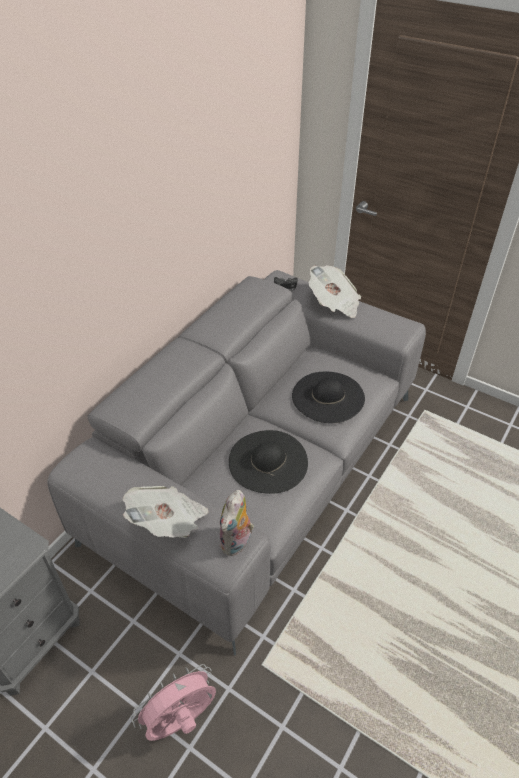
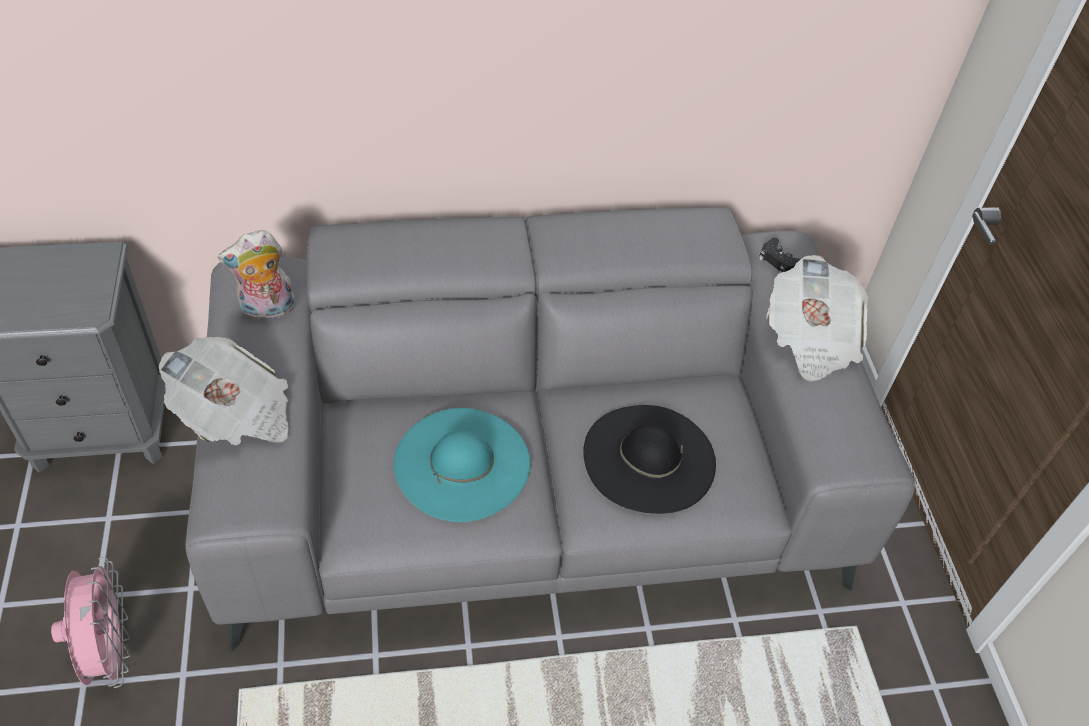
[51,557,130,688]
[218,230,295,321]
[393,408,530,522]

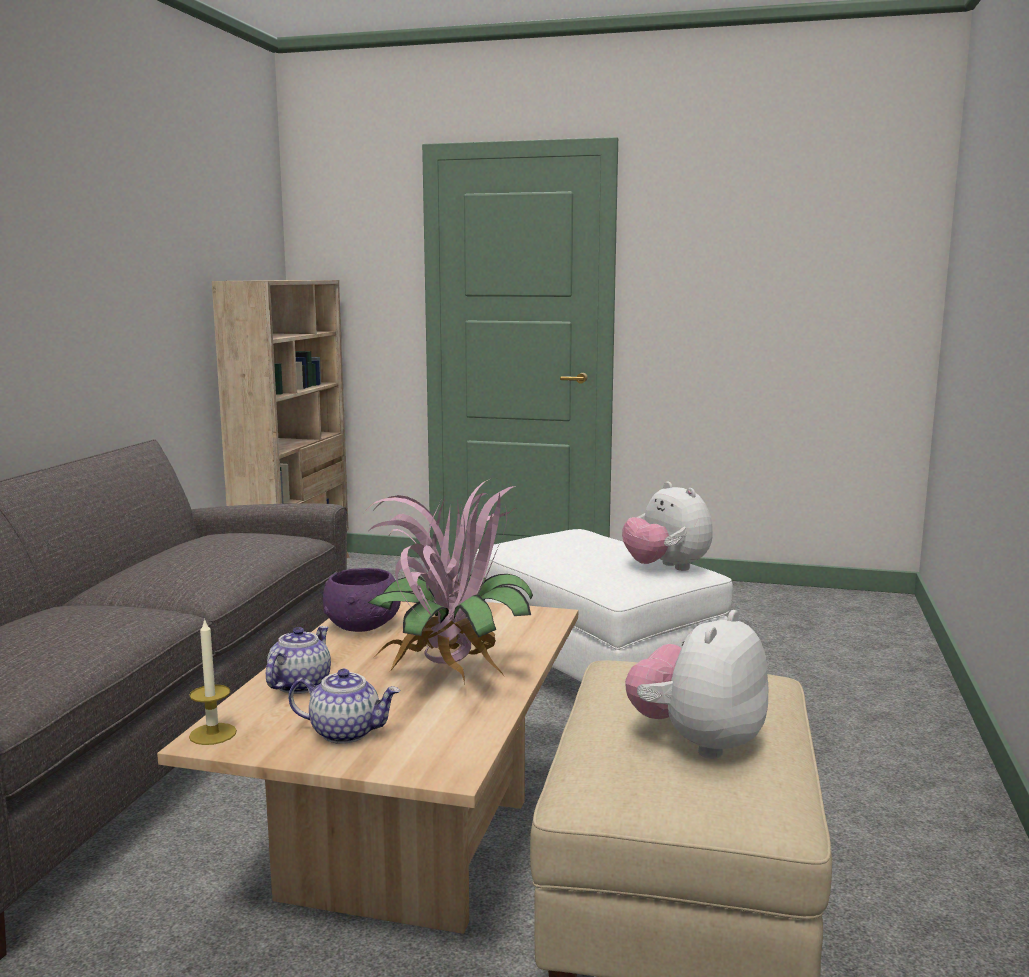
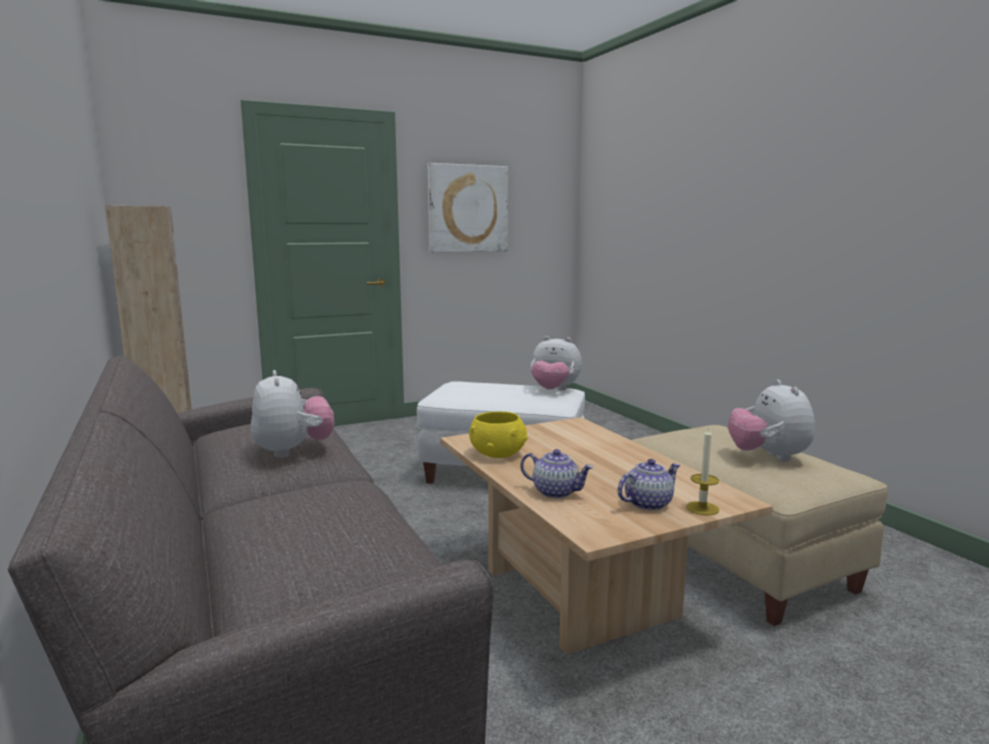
[251,370,334,458]
[428,163,508,253]
[469,411,528,458]
[520,449,594,498]
[686,426,719,515]
[364,479,533,683] (first image)

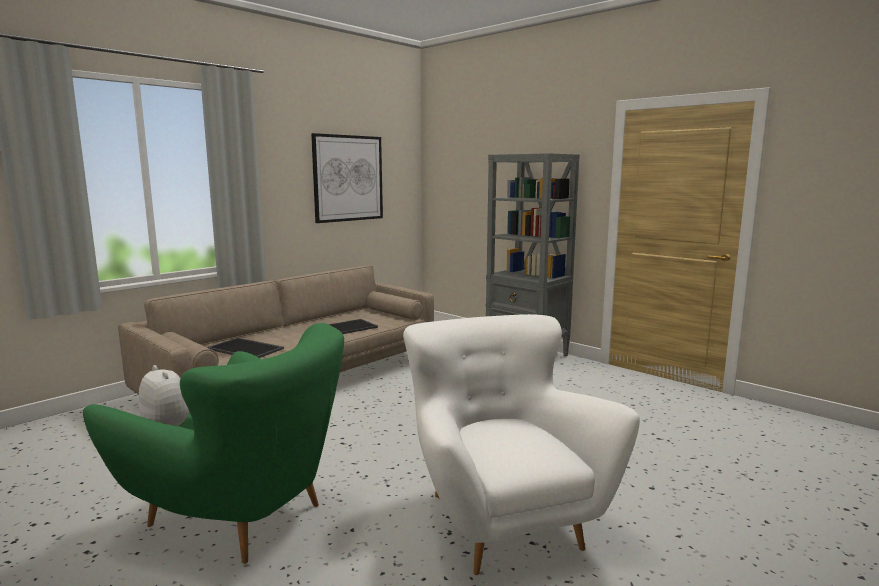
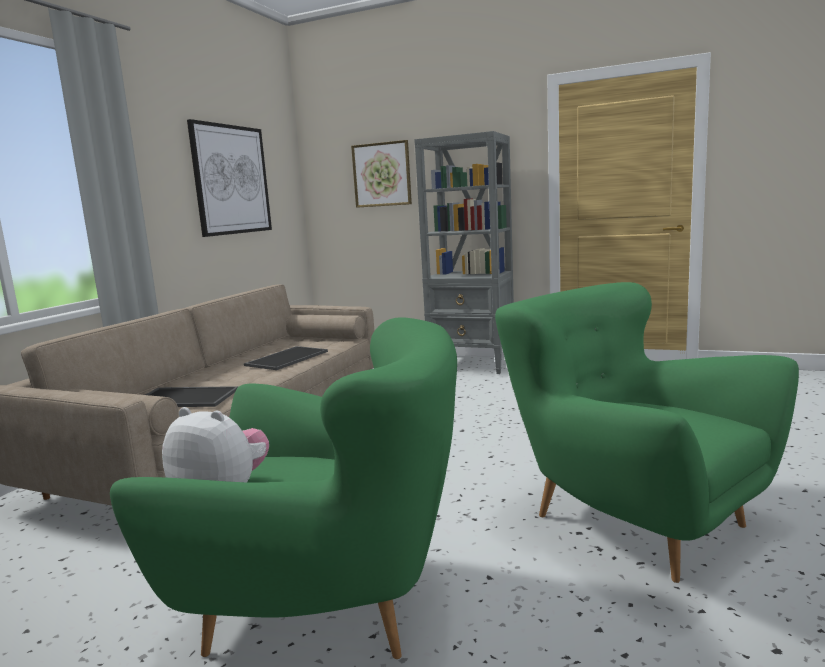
[351,140,412,208]
[495,282,799,583]

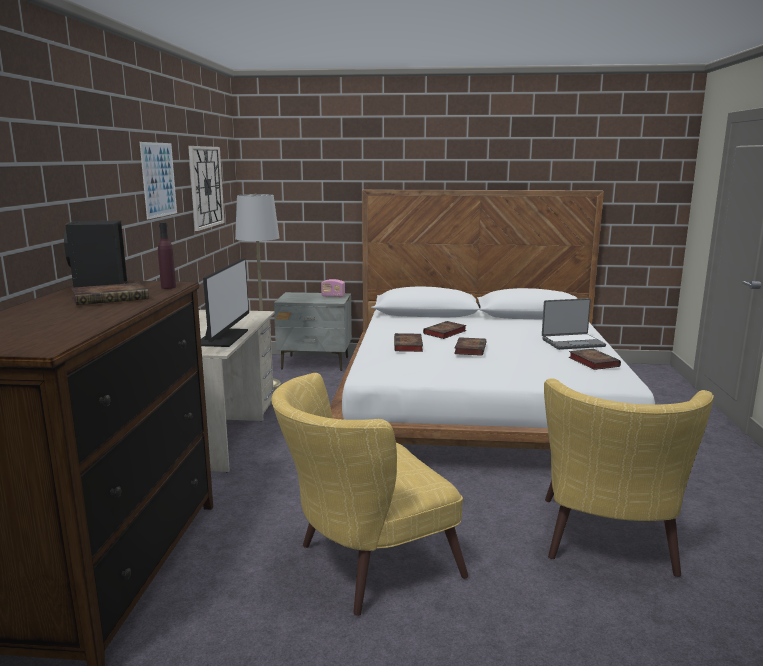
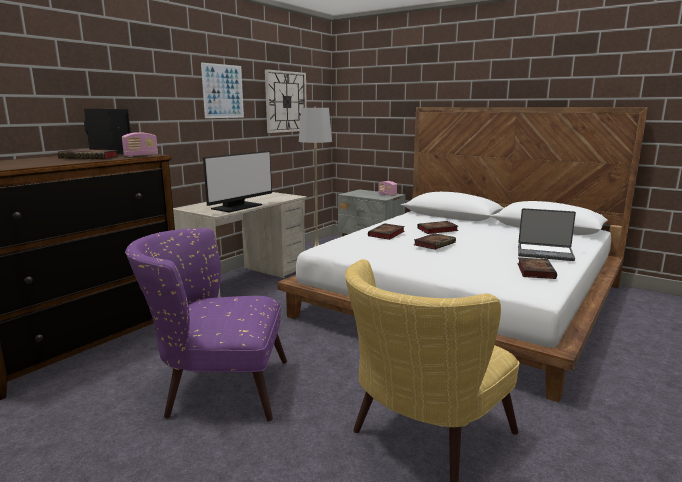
[122,132,158,157]
[125,228,287,421]

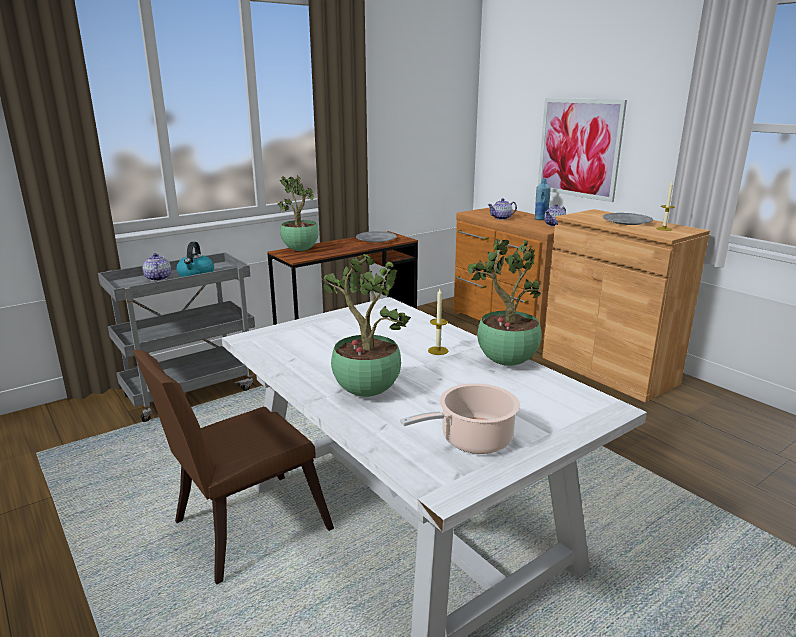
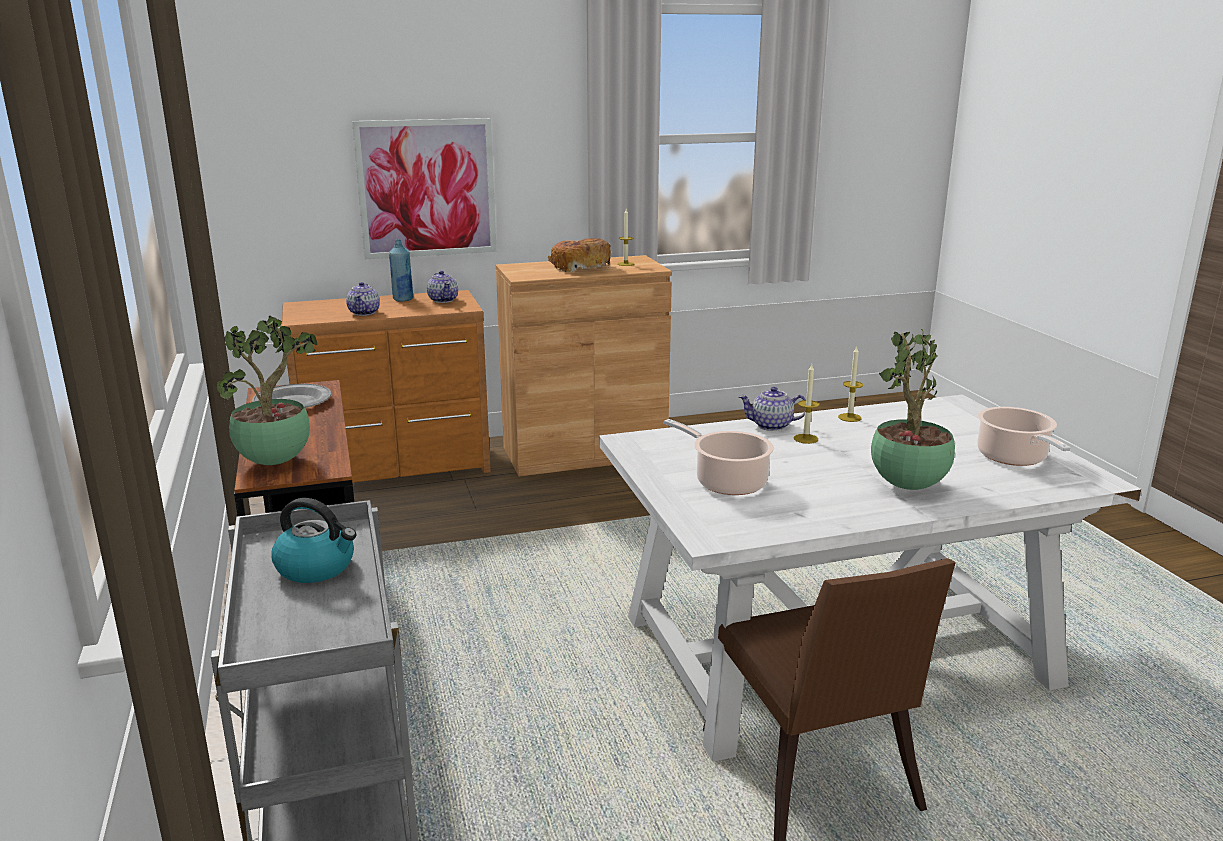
[548,238,611,272]
[664,419,774,495]
[738,387,806,431]
[838,346,863,422]

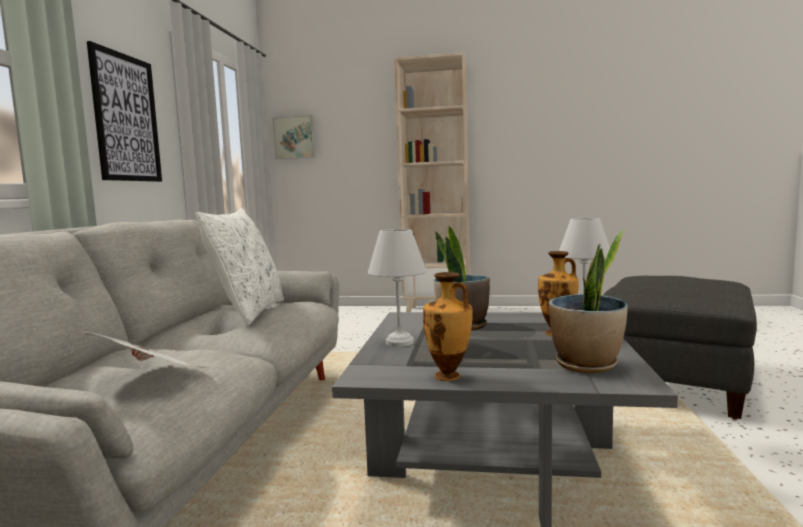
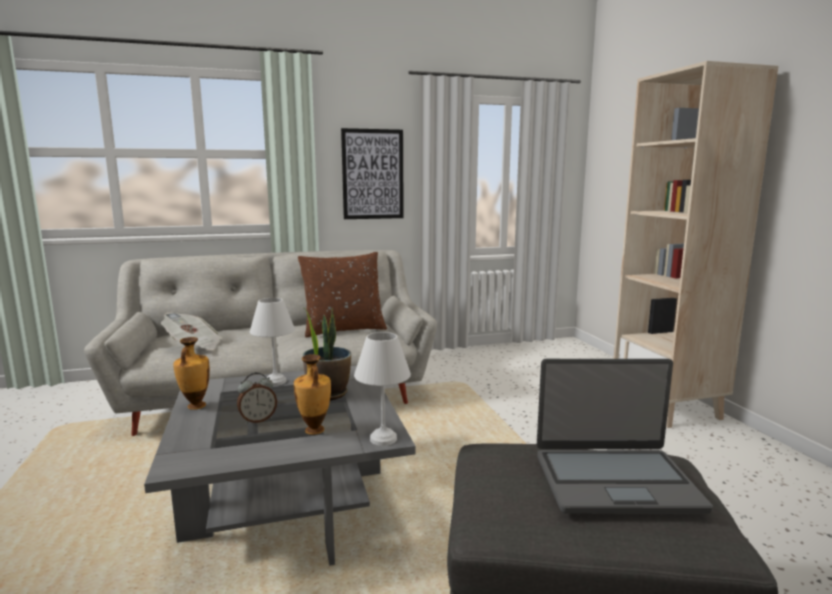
[237,372,277,424]
[298,252,387,337]
[537,359,713,514]
[273,115,316,159] (first image)
[549,230,628,373] (first image)

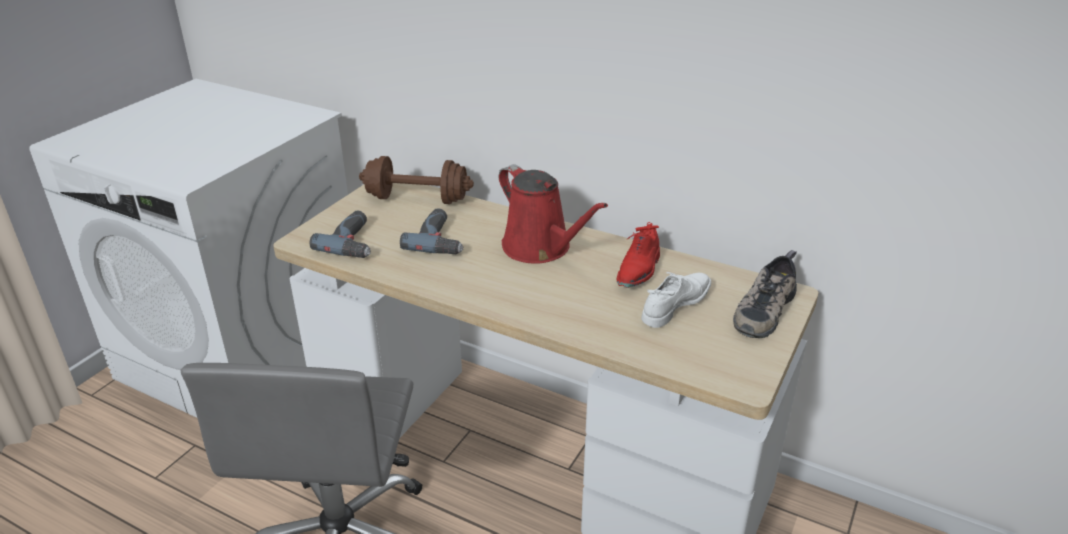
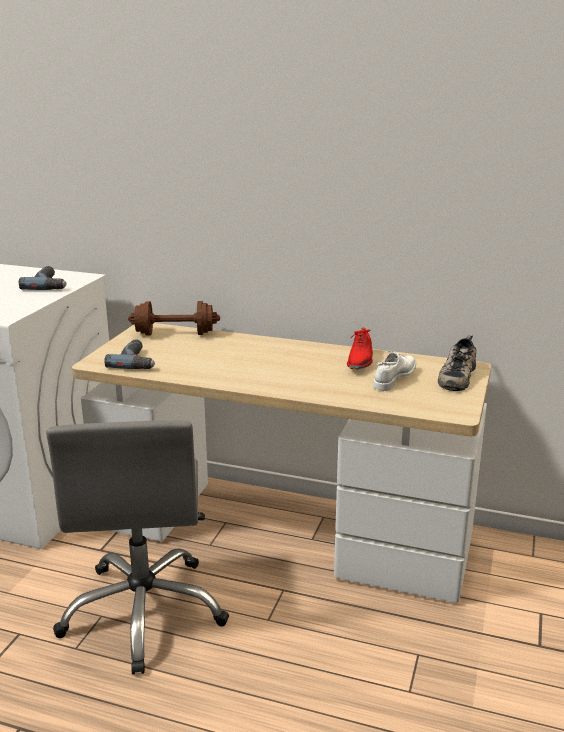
[19,266,67,290]
[499,164,608,263] (first image)

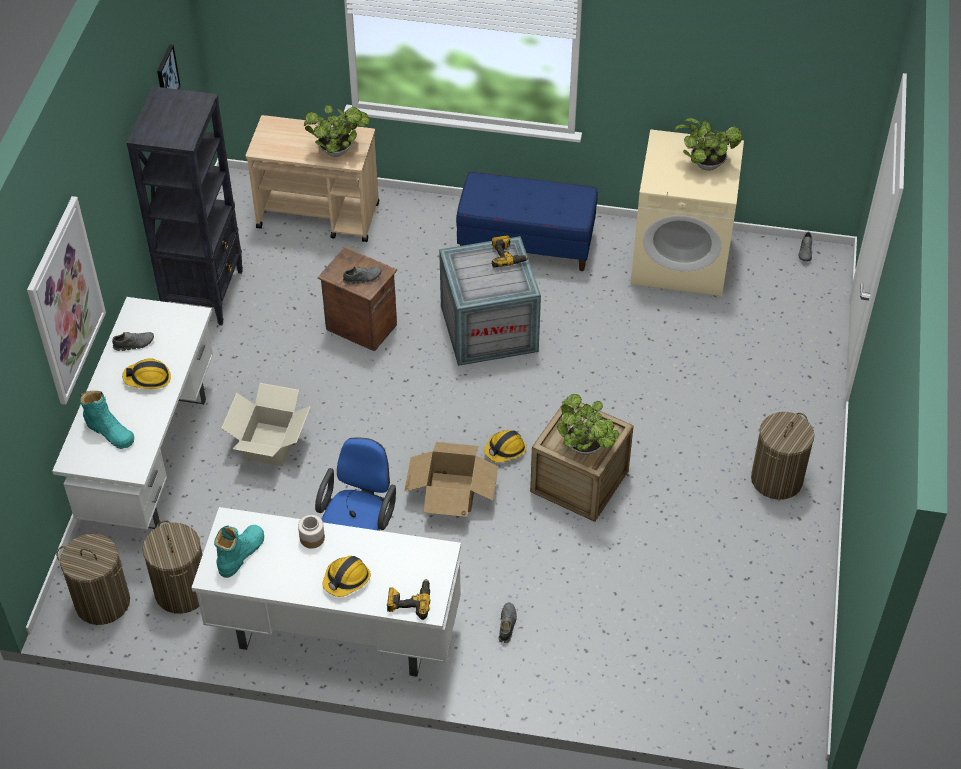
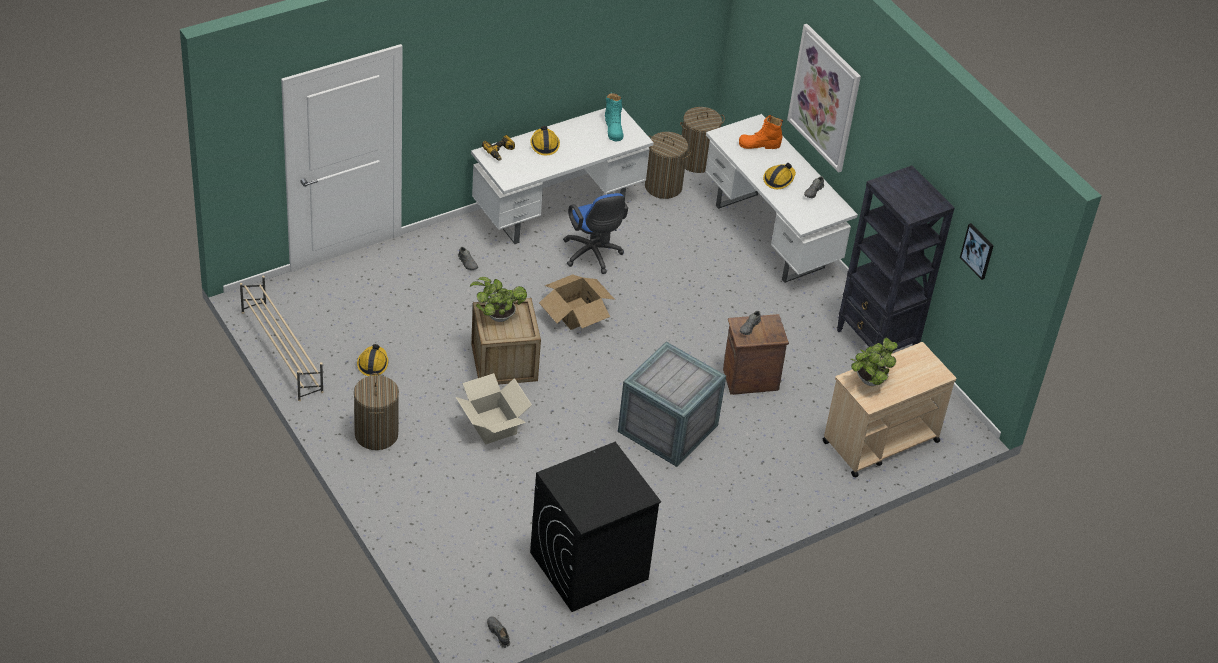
[240,276,324,401]
[357,344,389,376]
[456,373,532,445]
[530,442,661,612]
[739,115,783,149]
[298,515,325,549] (first image)
[456,172,598,271] (first image)
[492,236,529,267] (first image)
[675,118,743,171] (first image)

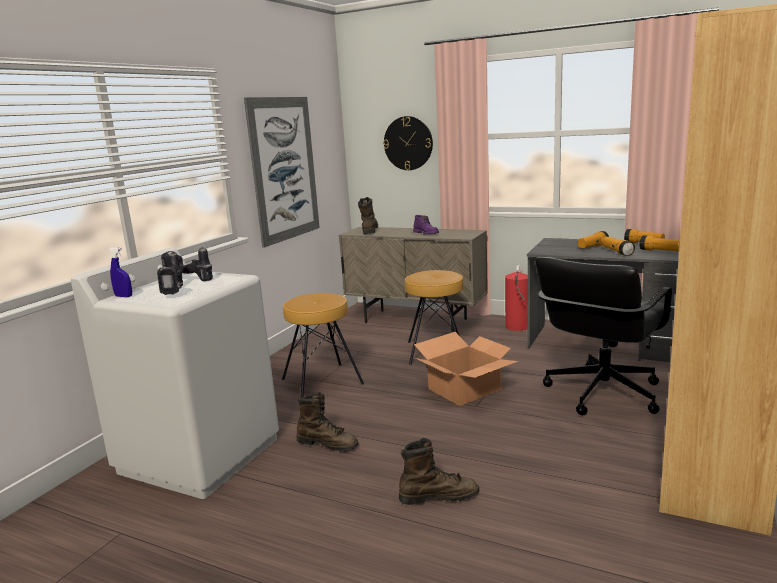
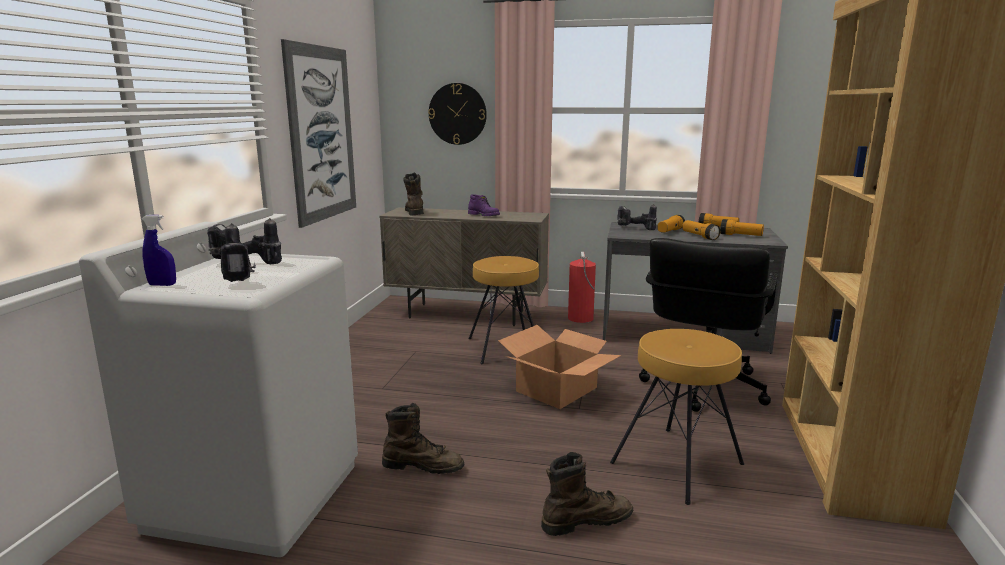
[610,329,744,505]
[617,204,657,230]

